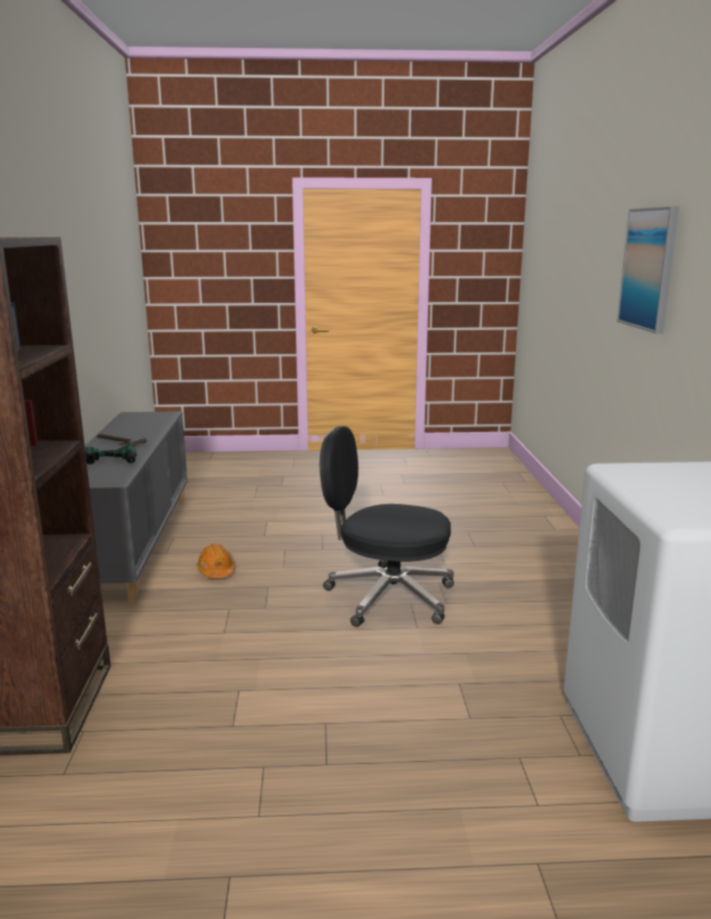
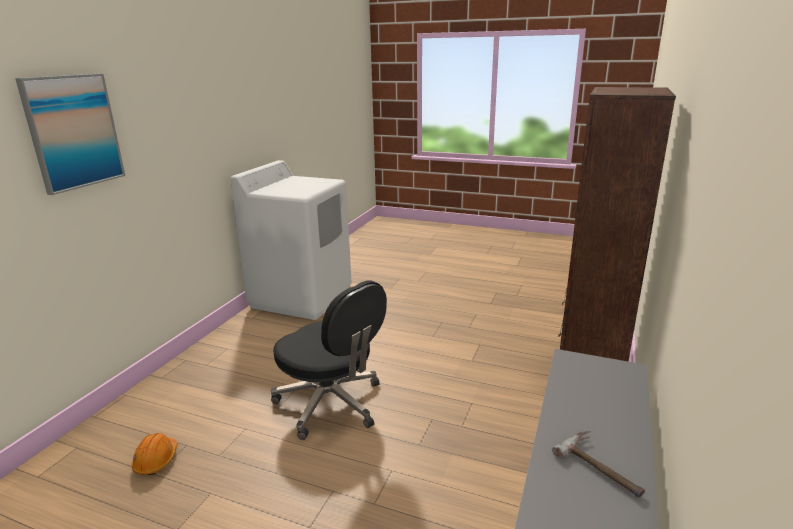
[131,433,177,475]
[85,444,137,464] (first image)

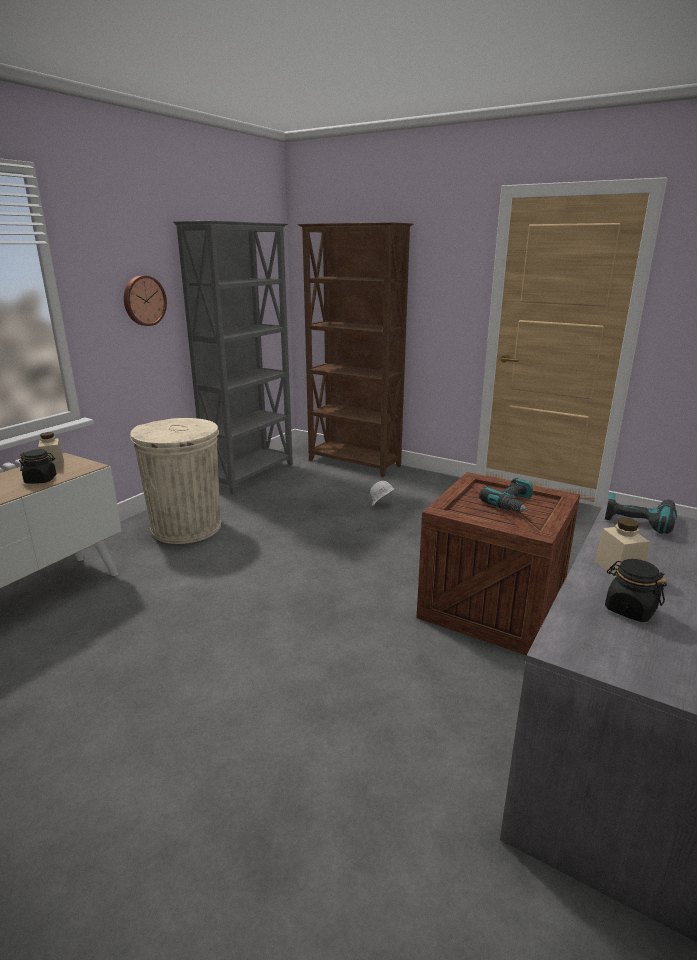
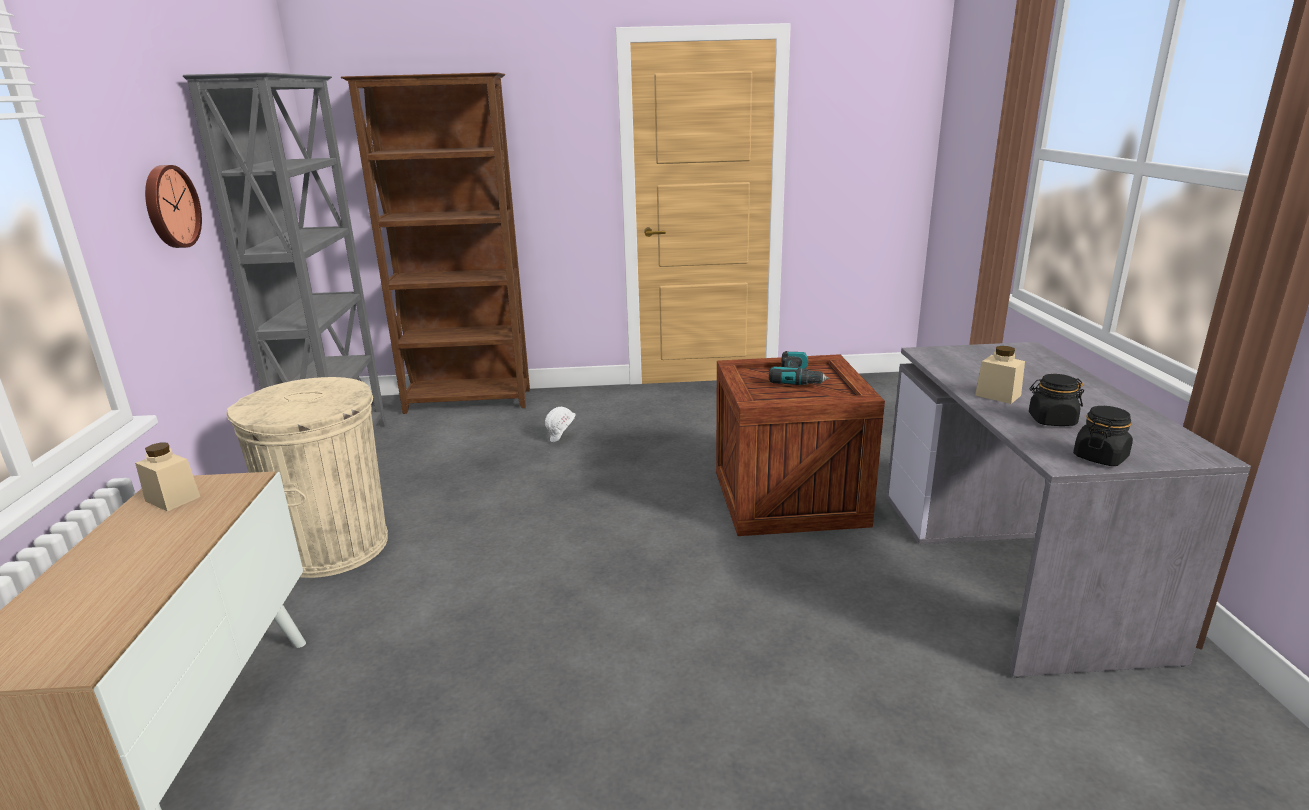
[1073,406,1133,466]
[605,493,677,534] (first image)

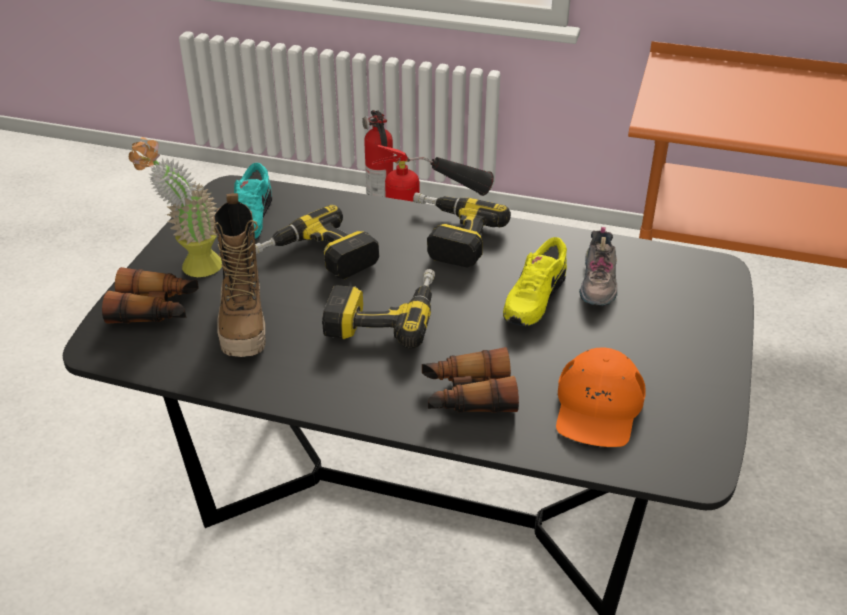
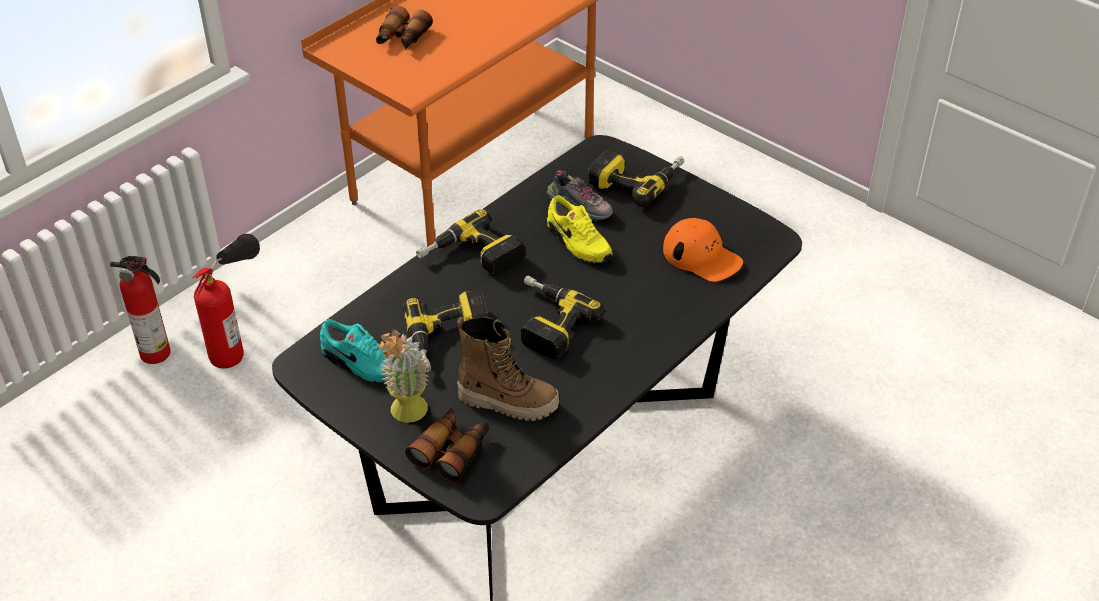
[376,6,433,49]
[587,151,684,207]

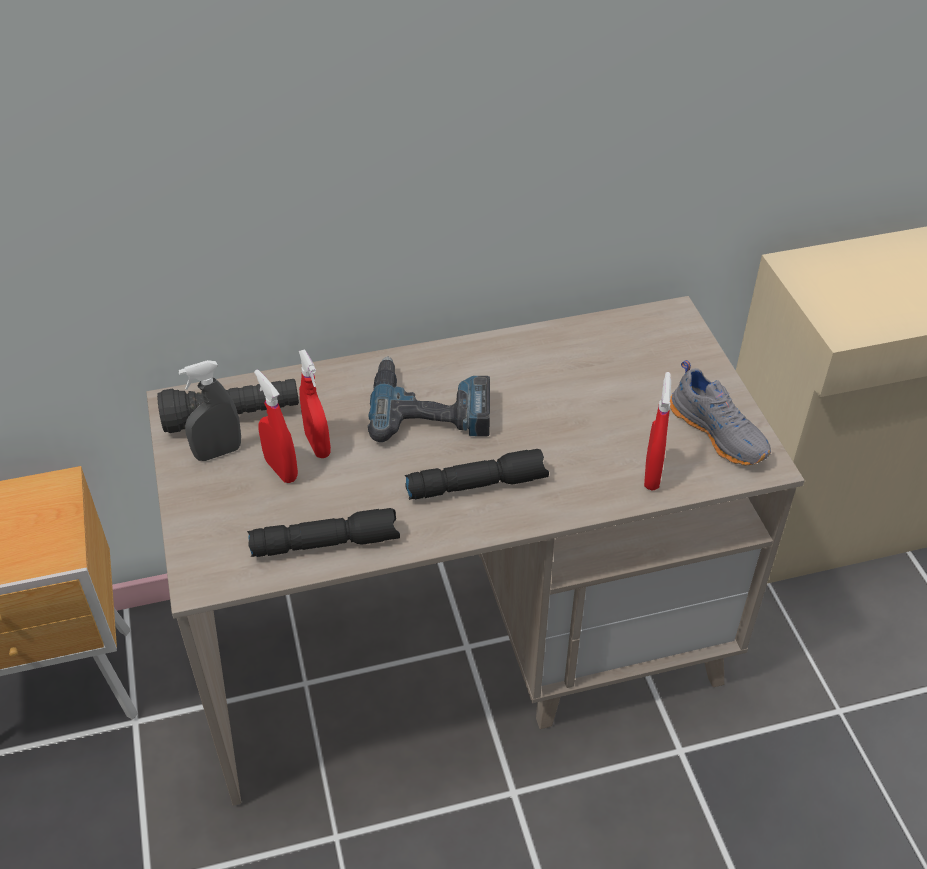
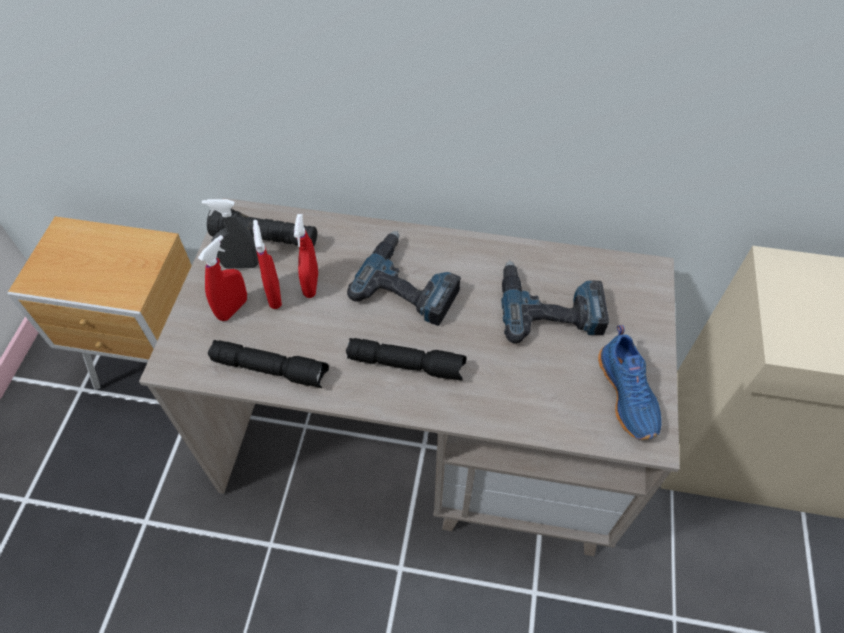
[198,235,247,321]
[501,260,609,343]
[598,325,662,440]

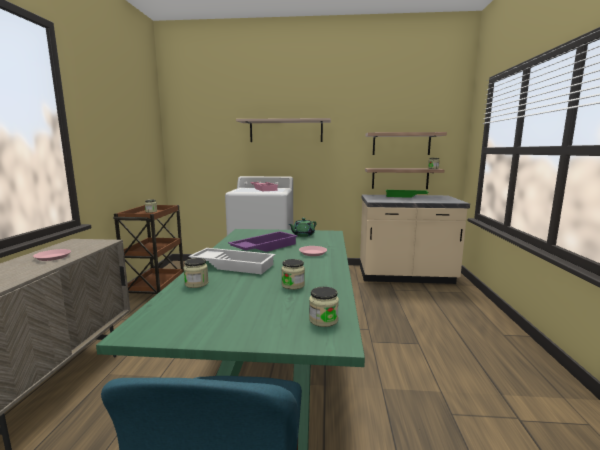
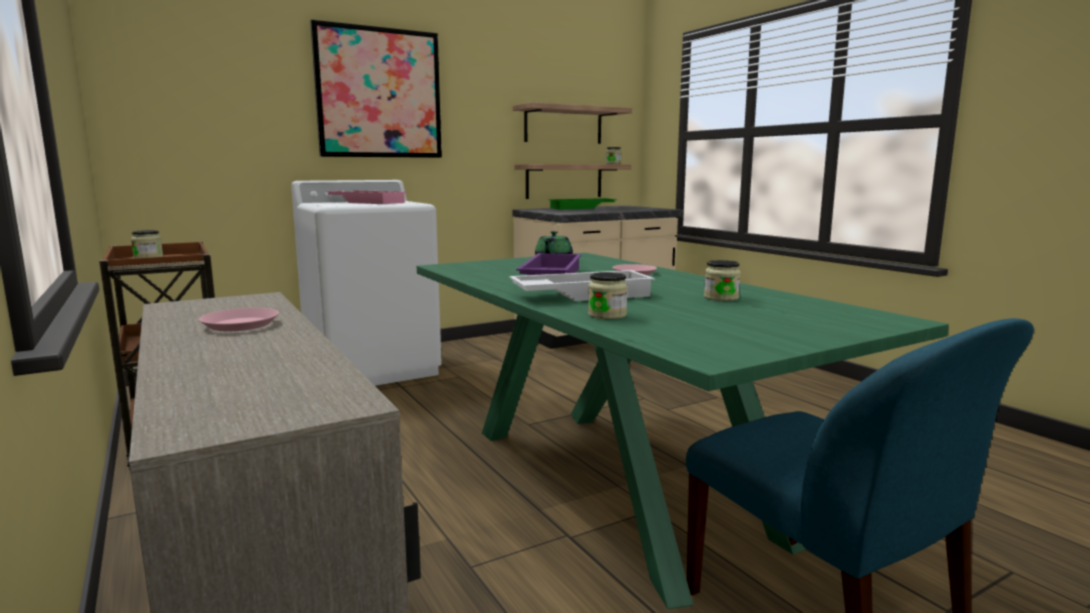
[310,19,442,158]
[309,287,339,327] (first image)

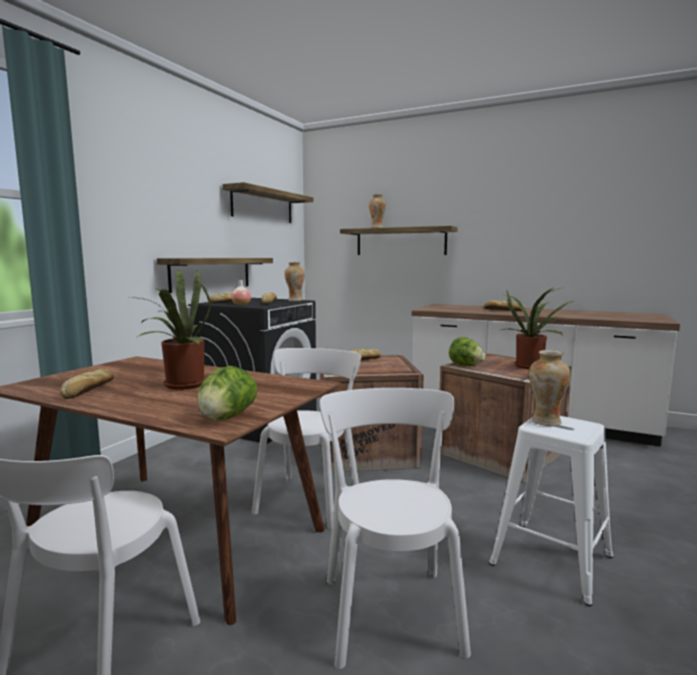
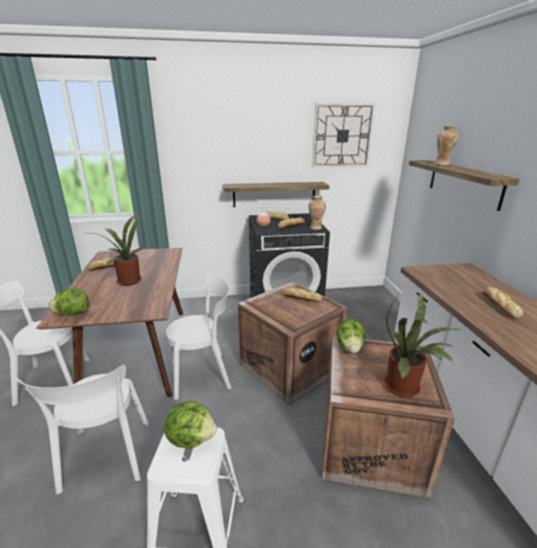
[15,365,149,494]
[163,401,217,449]
[312,103,375,167]

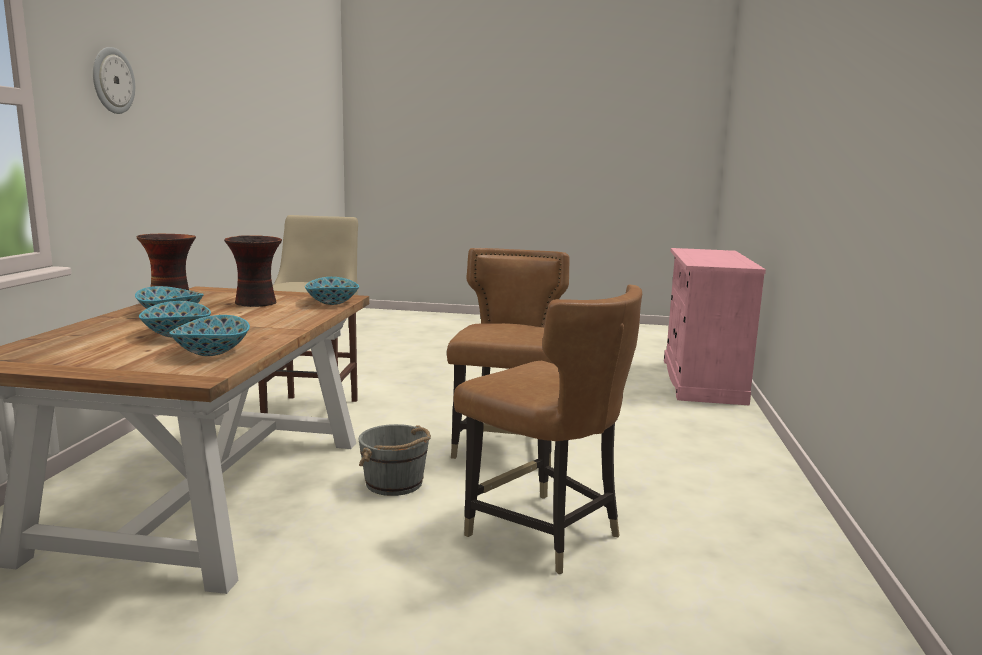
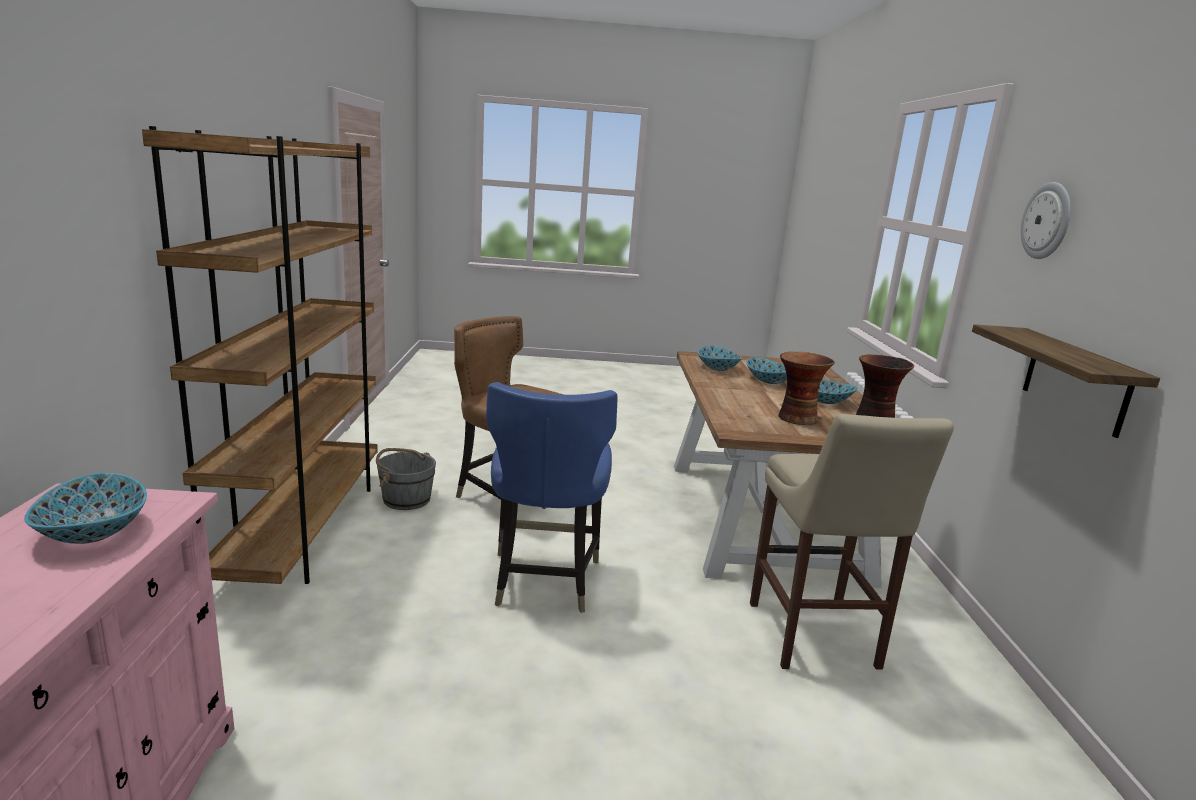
[24,473,147,544]
[142,126,378,584]
[376,448,436,510]
[486,382,618,613]
[972,324,1160,438]

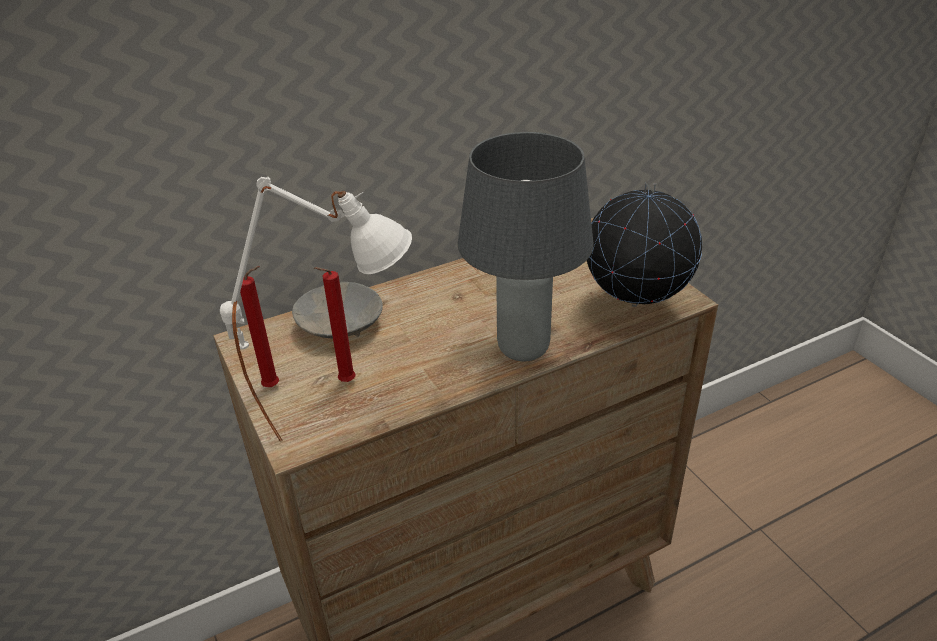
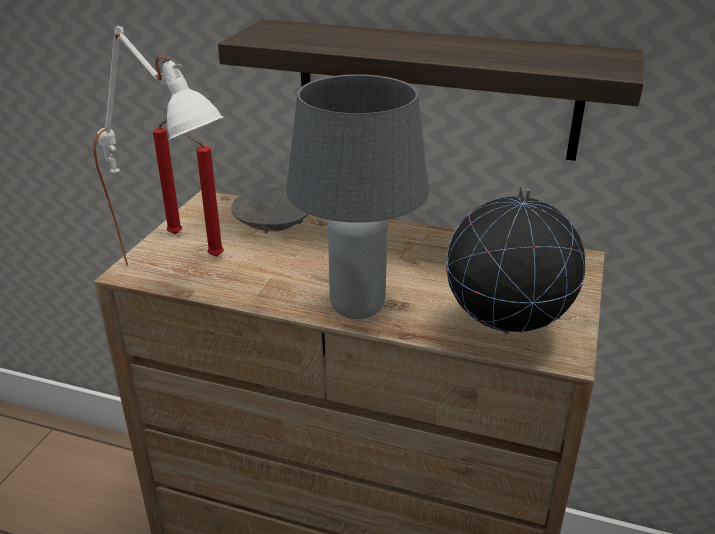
[218,19,643,161]

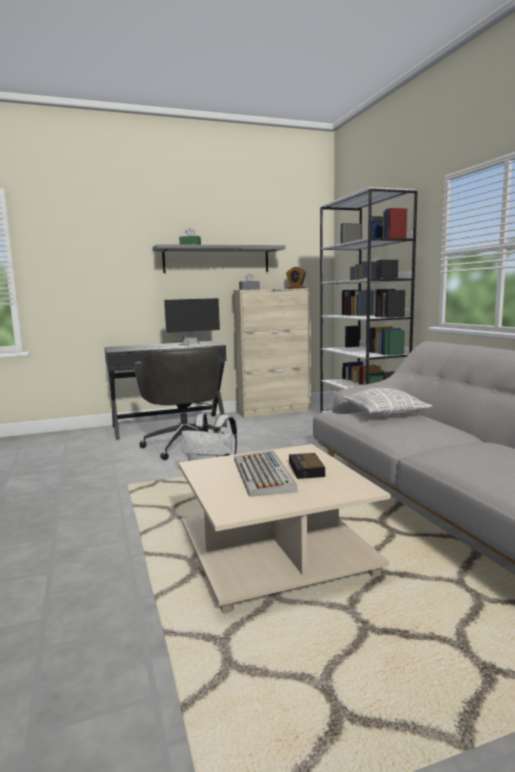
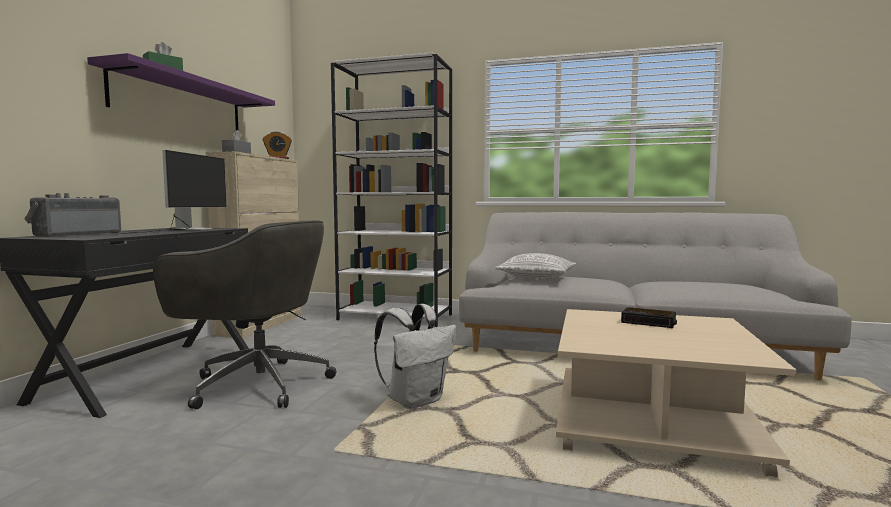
[25,193,121,237]
[87,53,275,130]
[234,450,297,497] (first image)

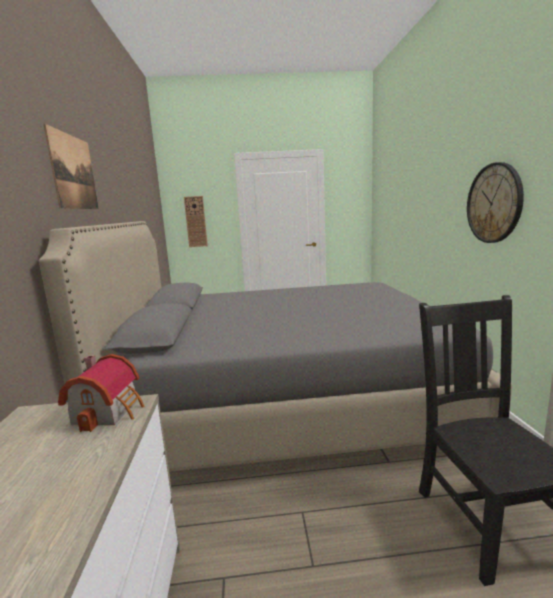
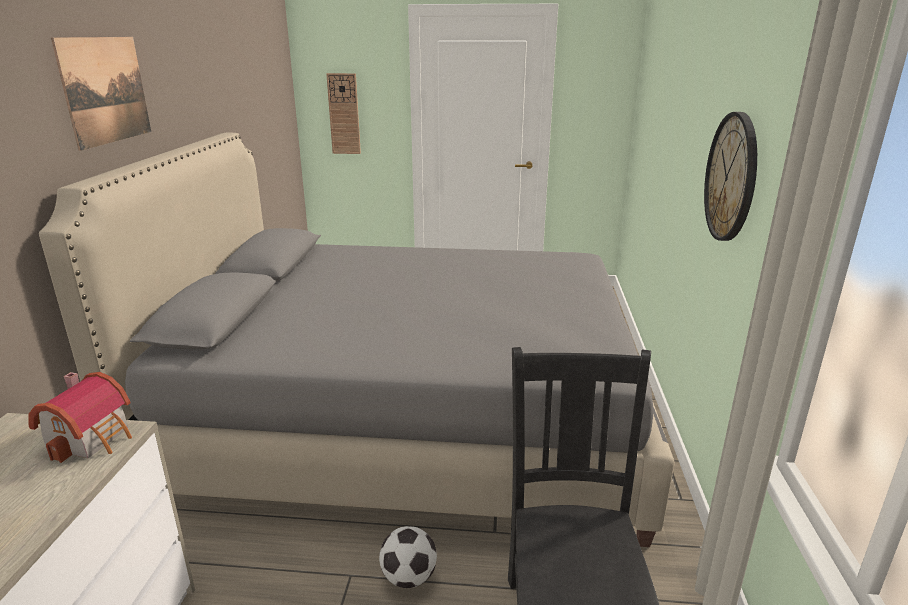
[379,526,437,588]

